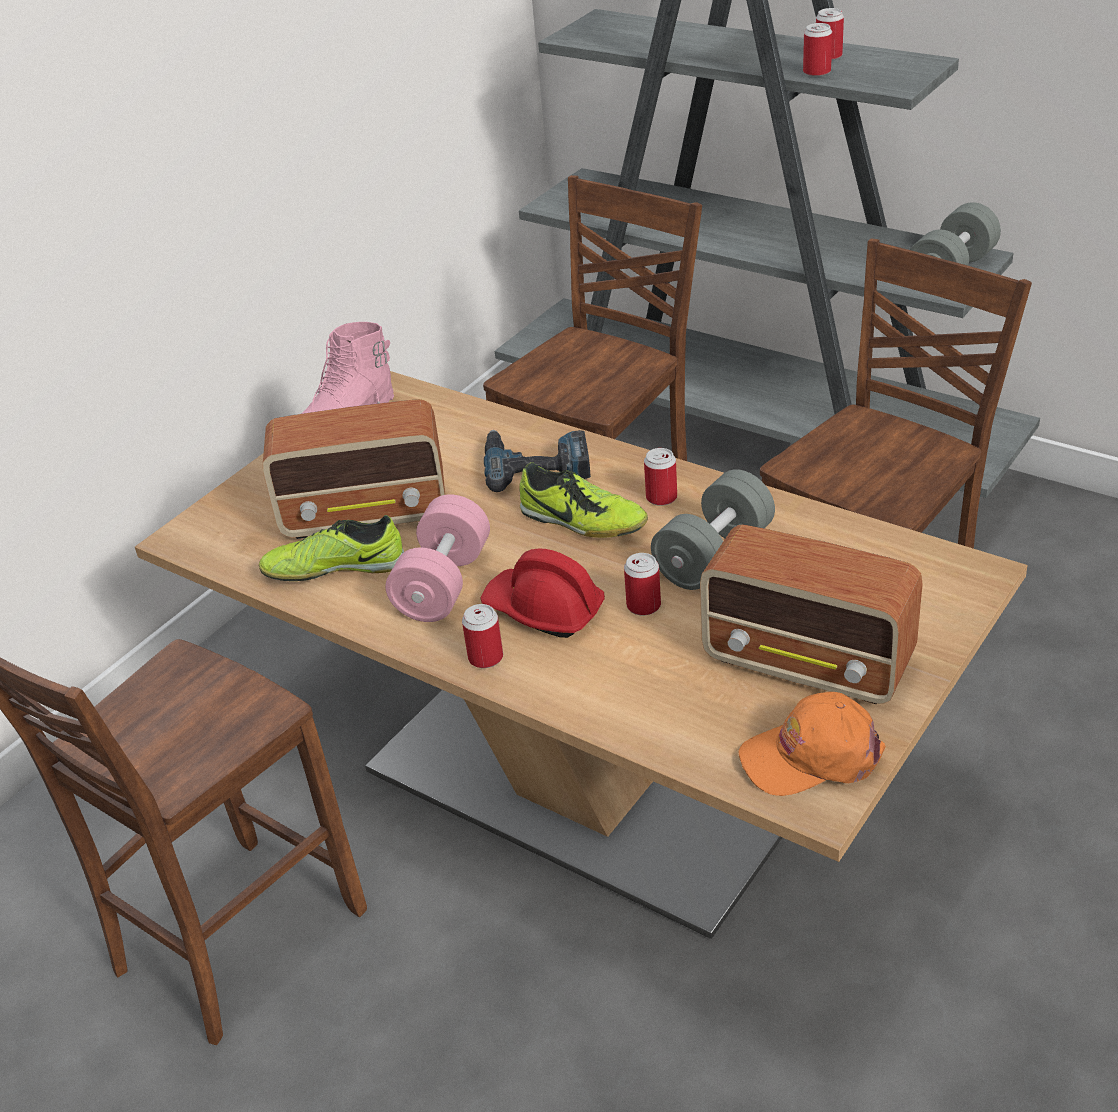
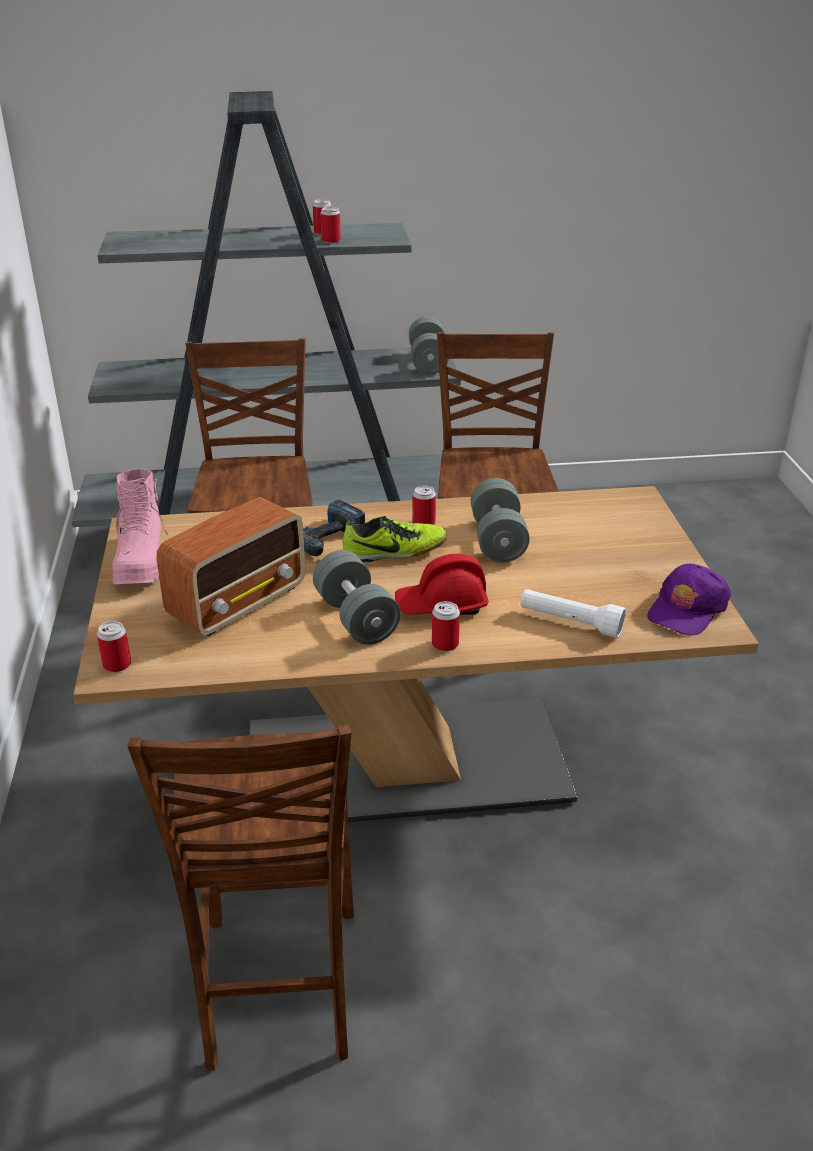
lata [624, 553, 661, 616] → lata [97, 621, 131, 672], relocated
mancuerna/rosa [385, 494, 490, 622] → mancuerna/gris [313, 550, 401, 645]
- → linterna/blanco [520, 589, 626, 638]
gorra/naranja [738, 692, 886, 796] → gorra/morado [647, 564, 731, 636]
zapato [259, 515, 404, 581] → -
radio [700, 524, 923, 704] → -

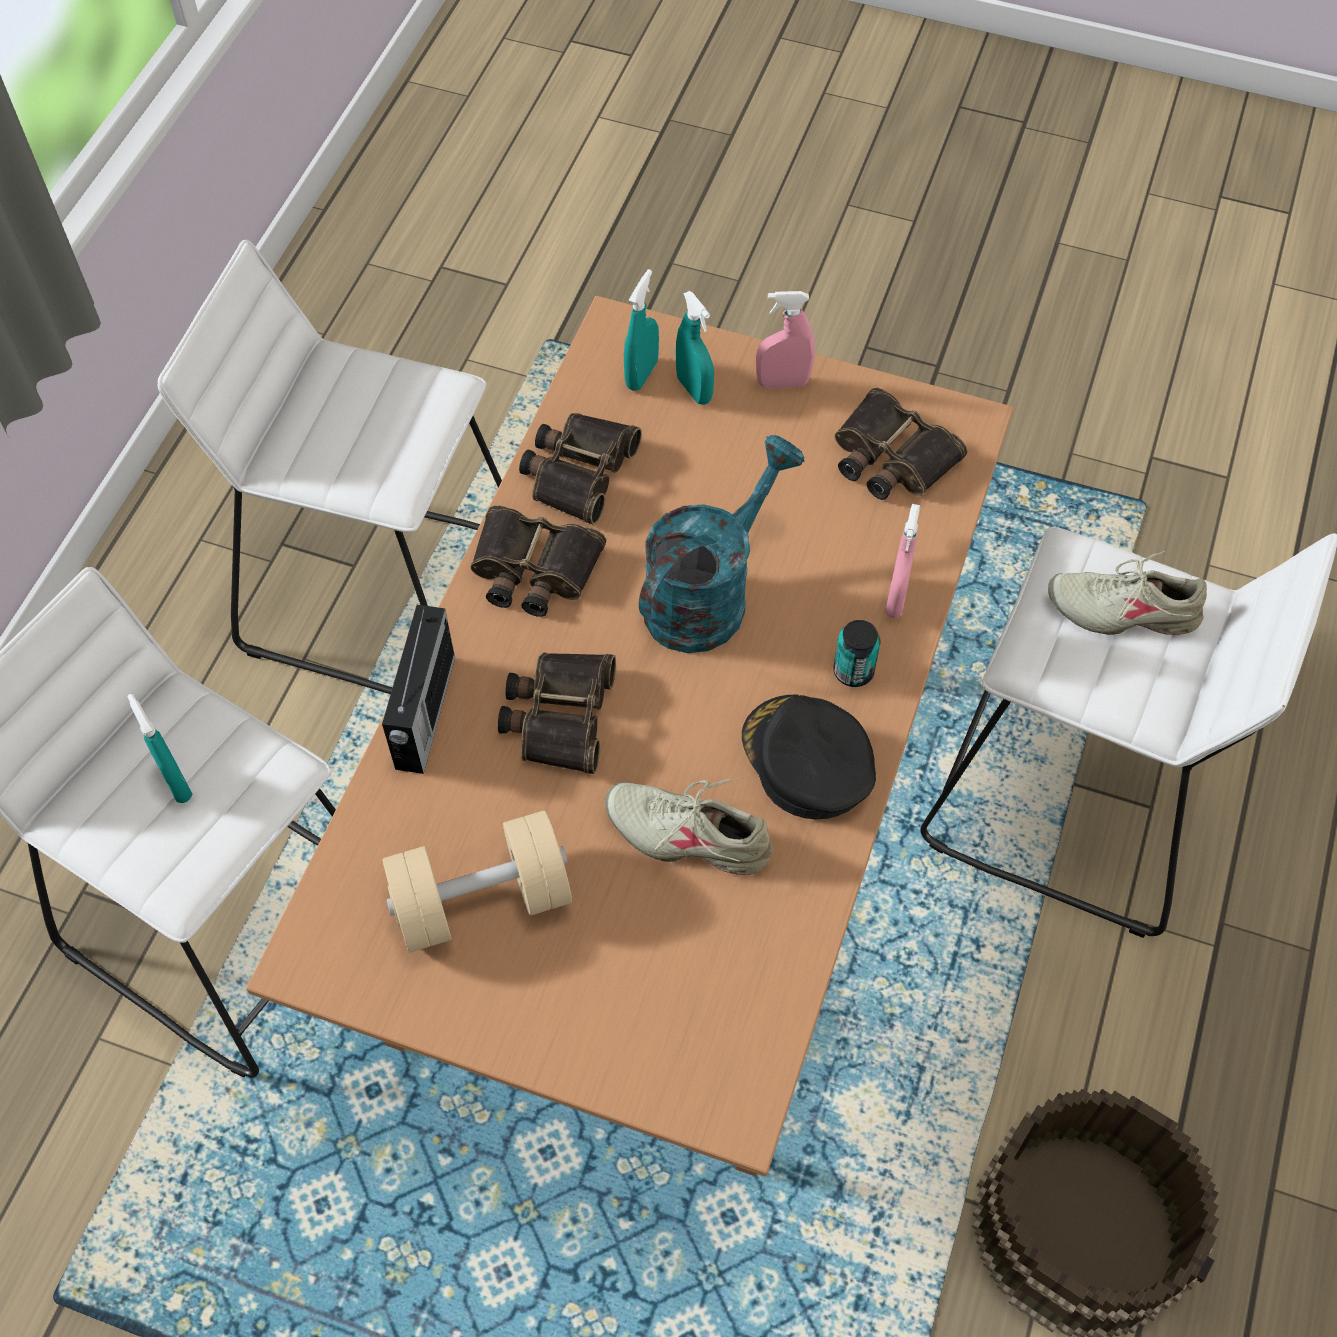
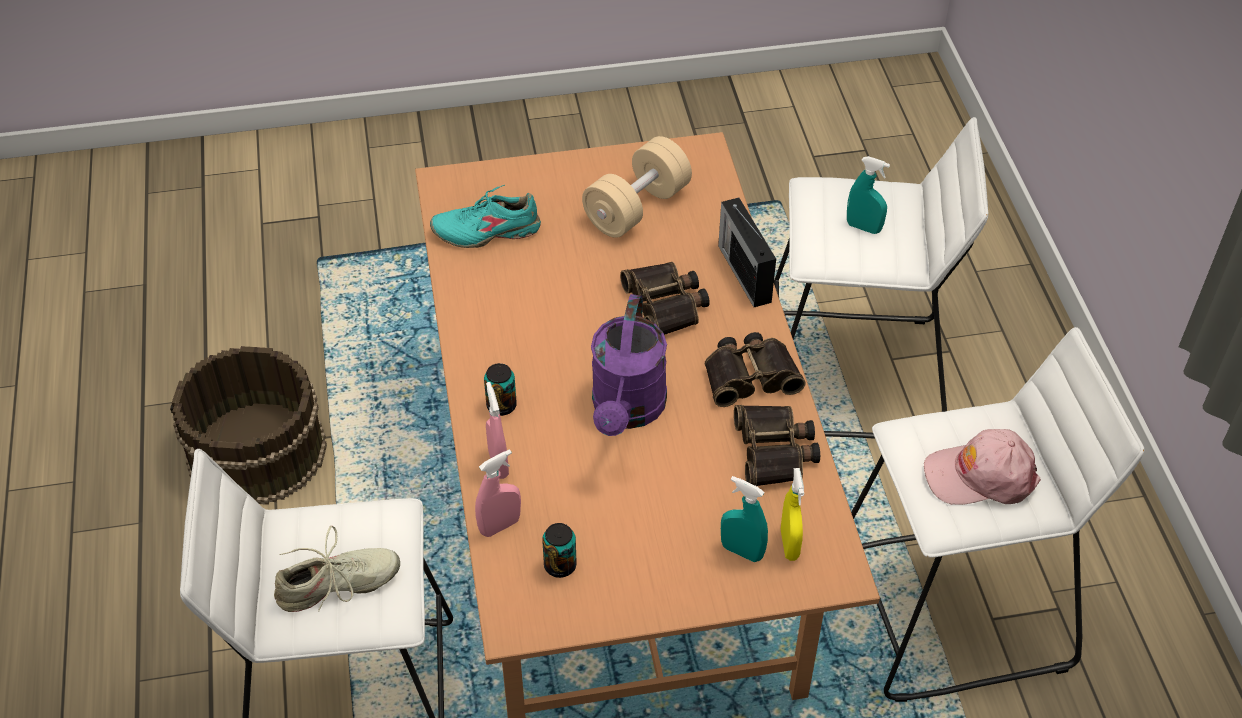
- → zapato/turquesa [430, 185, 541, 248]
pulverizador/rosa [756, 291, 815, 388] → pulverizador/rosa [475, 450, 521, 537], relocated
prismáticos [835, 387, 967, 500] → lata [542, 523, 577, 578]
regadera/turquesa [639, 435, 805, 653] → regadera/morado [591, 294, 667, 436]
pulverizador/turquesa [624, 269, 659, 391] → pulverizador/amarillo [781, 468, 804, 561]
- → gorra/rosa [924, 429, 1041, 505]
zapato/beis [605, 777, 773, 875] → -
gorra/negro [742, 695, 876, 819] → -

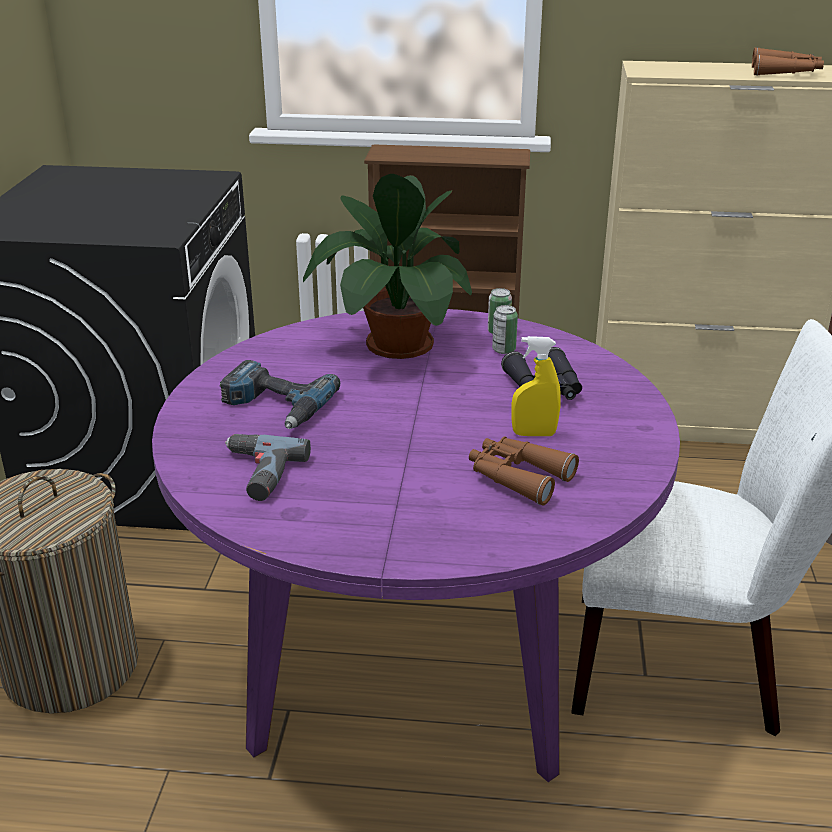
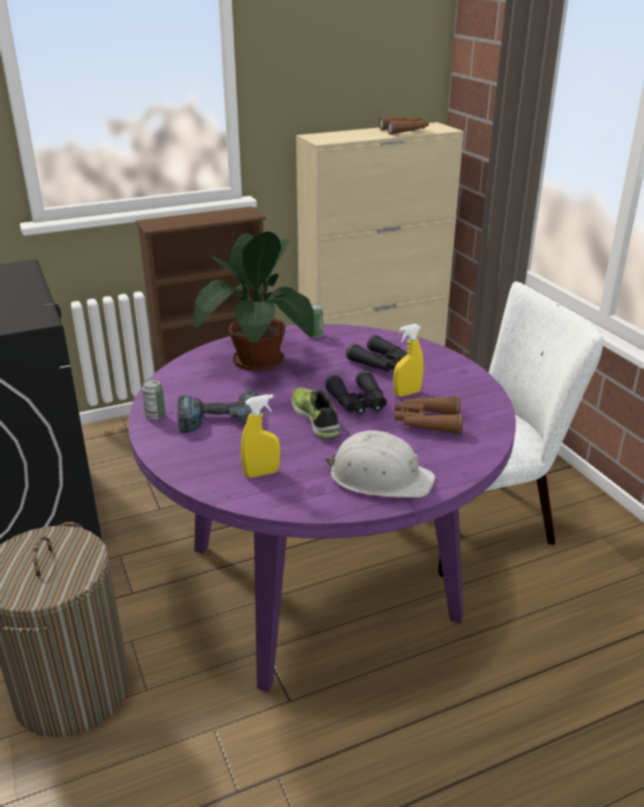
lata [492, 305, 518, 354] → lata [142, 379, 166, 420], relocated
taladro [225, 434, 311, 501] → pulverizador/amarillo [241, 394, 280, 478]
- → zapato [291, 387, 340, 439]
- → prismáticos/negro [325, 370, 387, 415]
- → casco/blanco [325, 430, 435, 498]

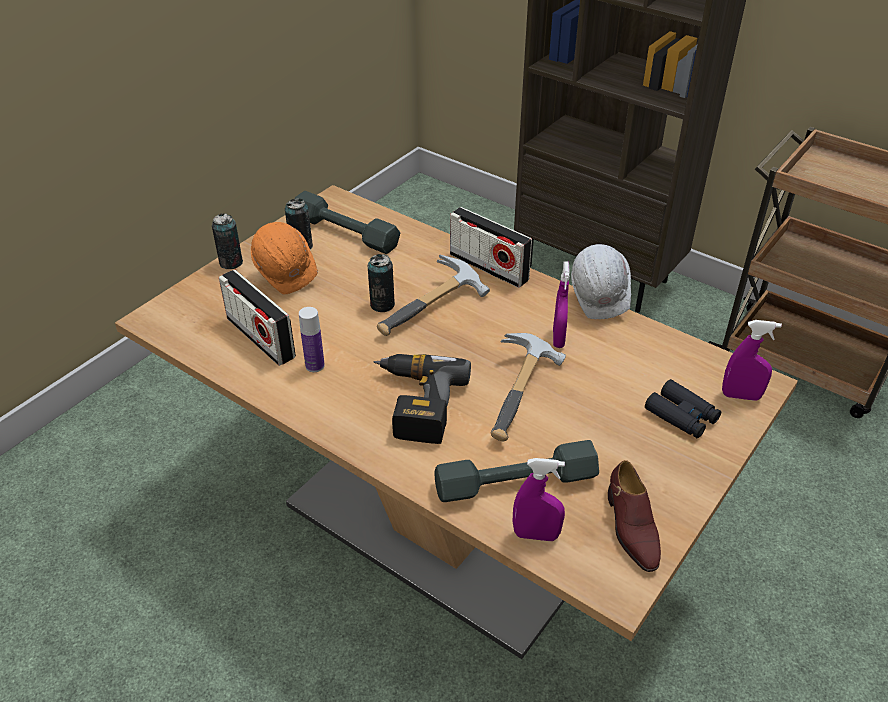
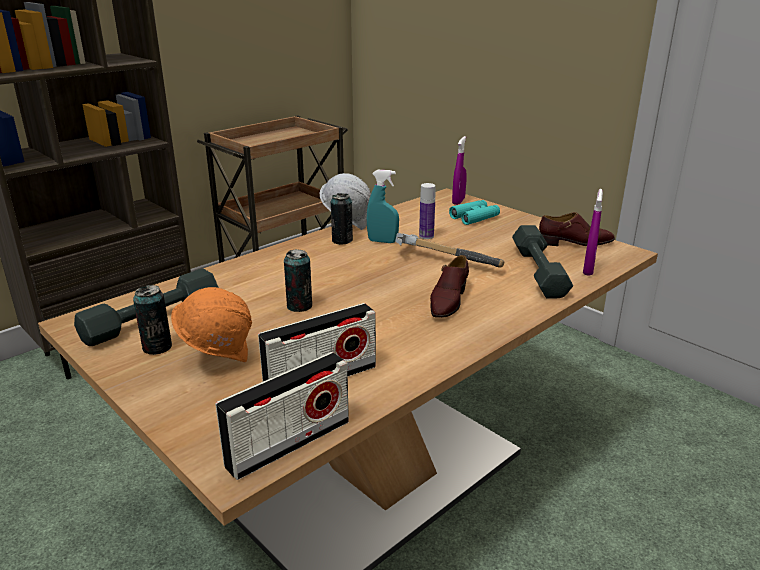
radio [450, 207, 532, 288] → radio [215, 352, 349, 480], relocated
lata [212, 213, 243, 269] → lata [331, 193, 353, 245], relocated
pulverizador/morado [553, 261, 570, 348] → pulverizador/turquesa [367, 170, 399, 243]
botella [299, 307, 325, 372] → botella [419, 183, 436, 239], relocated
taladro [374, 354, 471, 444] → zapato/marrón [430, 255, 469, 318]
prismáticos/negro [645, 379, 721, 438] → prismáticos/turquesa [449, 200, 500, 225]
martillo [377, 255, 490, 336] → -

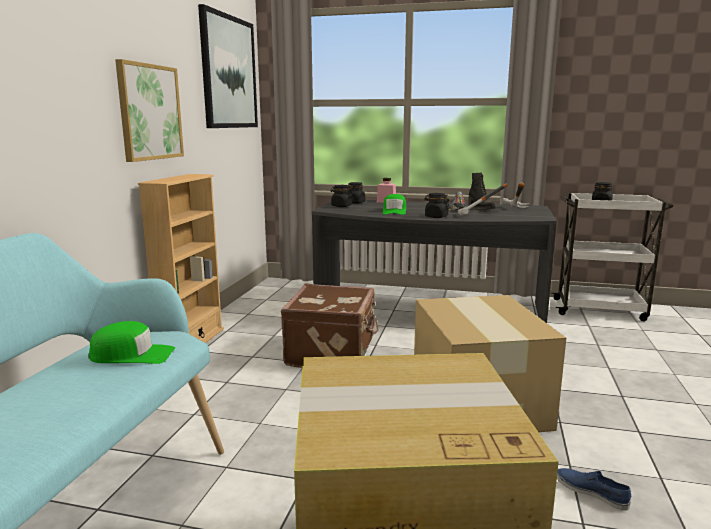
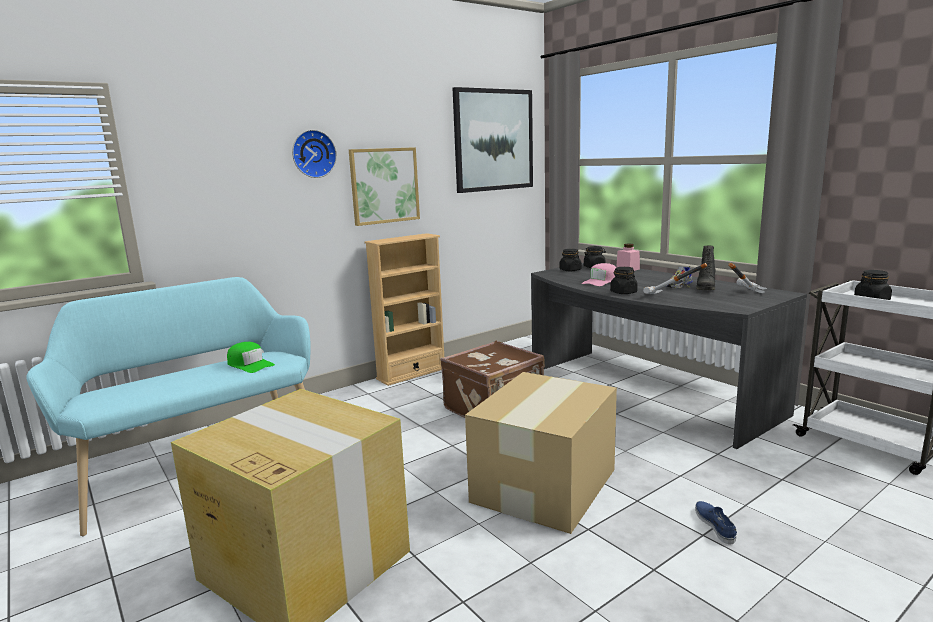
- → reloj de pared [292, 130, 337, 178]
gorra/verde [383, 194, 406, 215] → gorra/rosa [582, 263, 616, 286]
zapato/azul [557, 468, 631, 511] → zapato/azul [695, 501, 737, 544], relocated

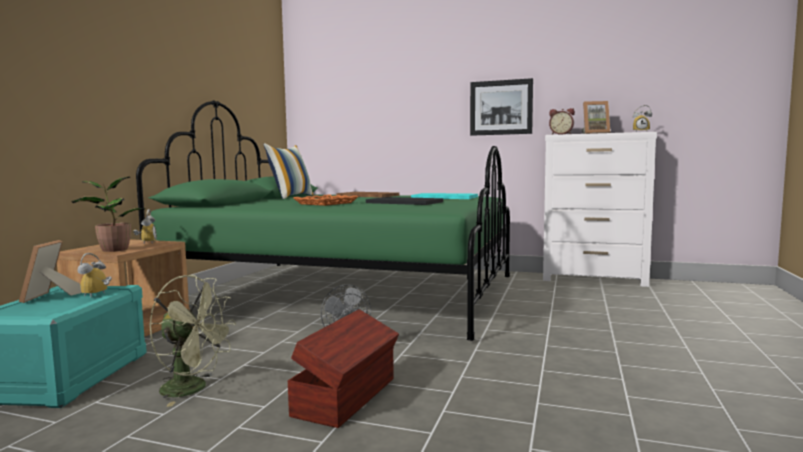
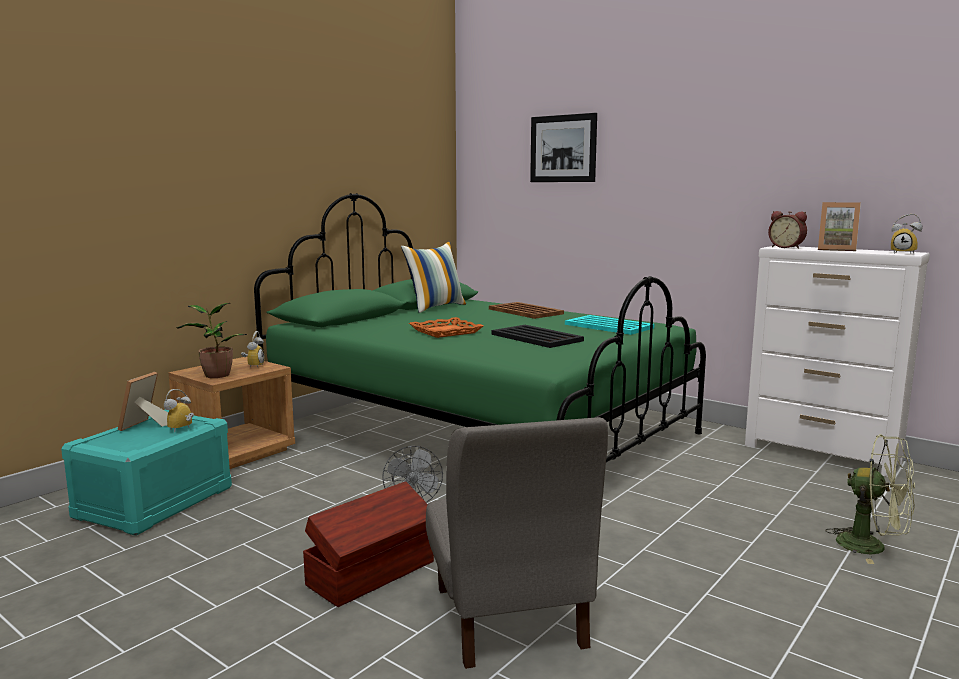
- → silla/gris [426, 417, 608, 669]
cuadro [470, 78, 533, 136] → cuadro [530, 113, 597, 182], relocated
ventilador/verde [150, 275, 236, 407] → ventilador/verde [825, 434, 915, 564], relocated

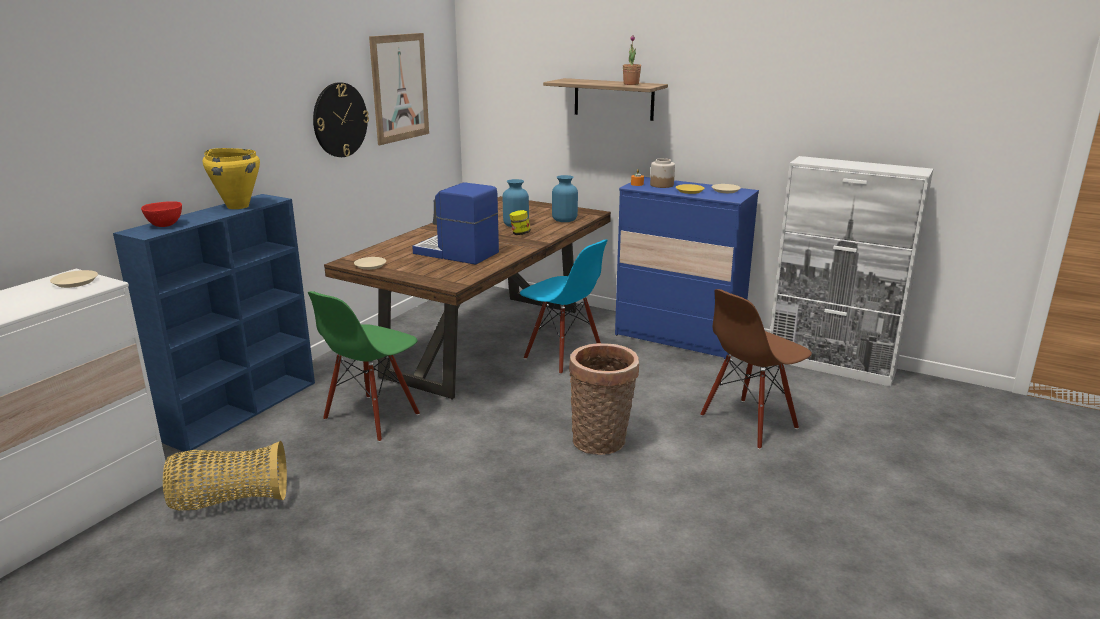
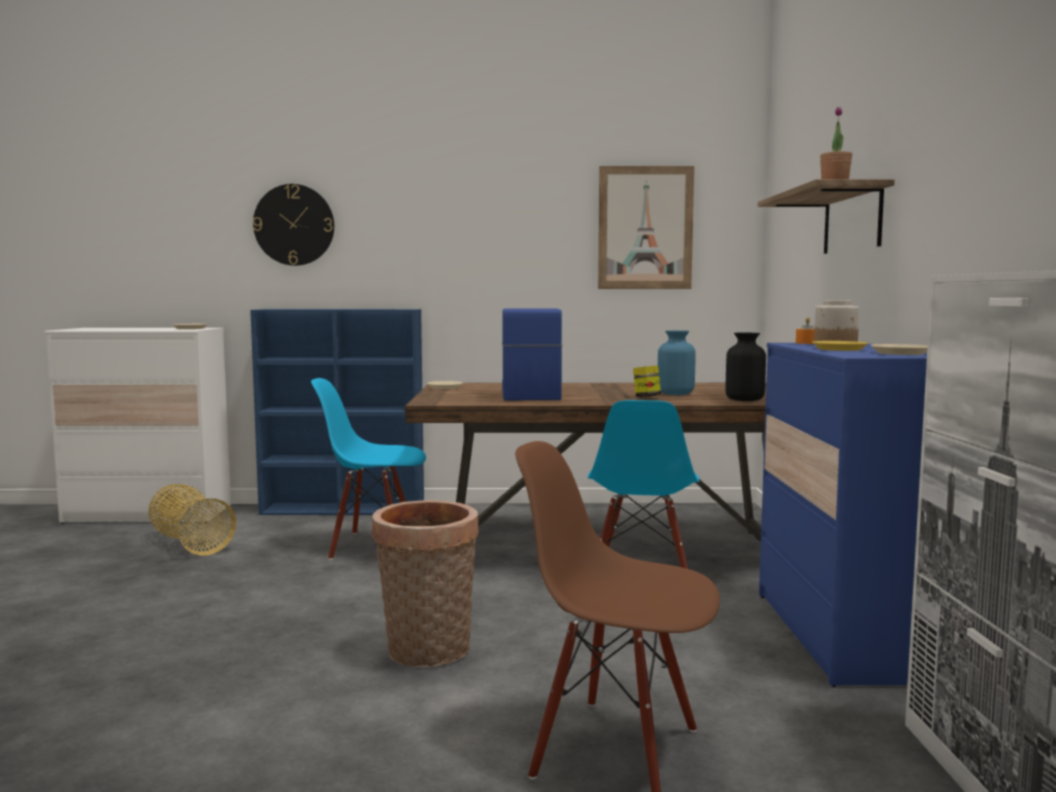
reloj de pared [313, 82, 369, 157] → reloj de pared [253, 184, 334, 266], relocated
silla/verde [308, 291, 420, 442] → silla/azul [311, 378, 426, 560]
florero/azul [552, 175, 578, 222] → florero/negro [726, 333, 766, 401]
cuenco/rojo [141, 201, 182, 227] → -
olla/amarillo [203, 148, 260, 209] → -

